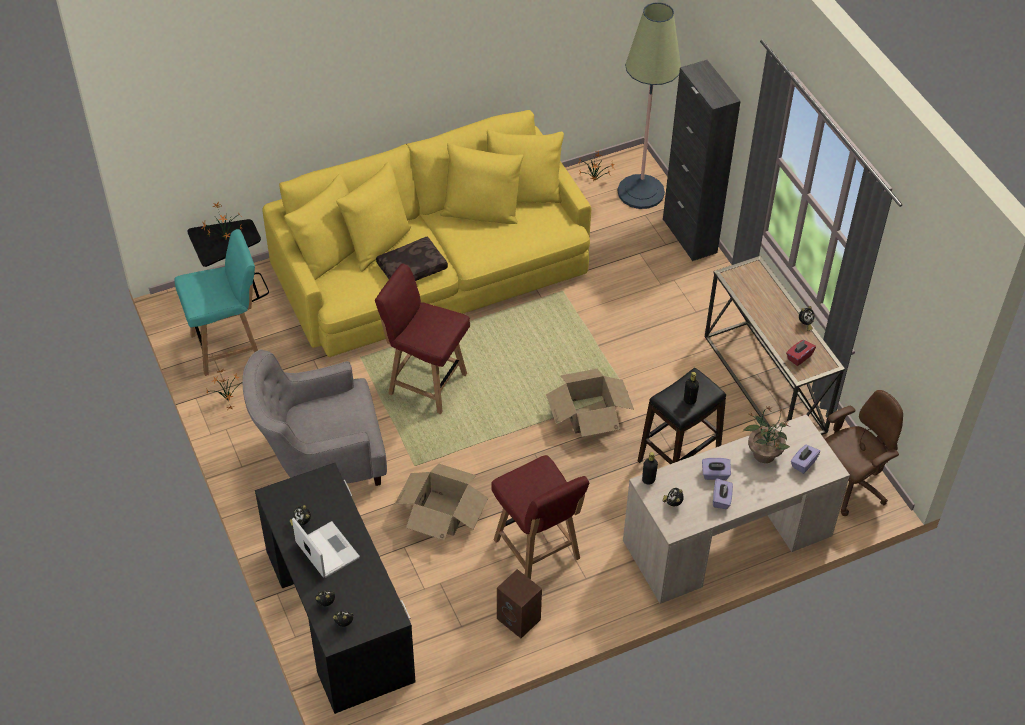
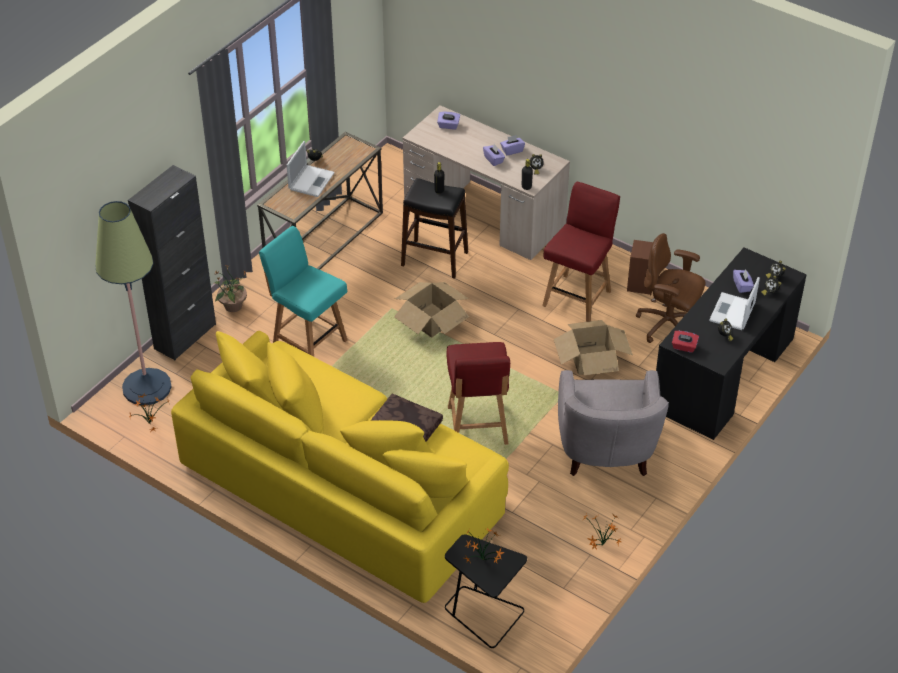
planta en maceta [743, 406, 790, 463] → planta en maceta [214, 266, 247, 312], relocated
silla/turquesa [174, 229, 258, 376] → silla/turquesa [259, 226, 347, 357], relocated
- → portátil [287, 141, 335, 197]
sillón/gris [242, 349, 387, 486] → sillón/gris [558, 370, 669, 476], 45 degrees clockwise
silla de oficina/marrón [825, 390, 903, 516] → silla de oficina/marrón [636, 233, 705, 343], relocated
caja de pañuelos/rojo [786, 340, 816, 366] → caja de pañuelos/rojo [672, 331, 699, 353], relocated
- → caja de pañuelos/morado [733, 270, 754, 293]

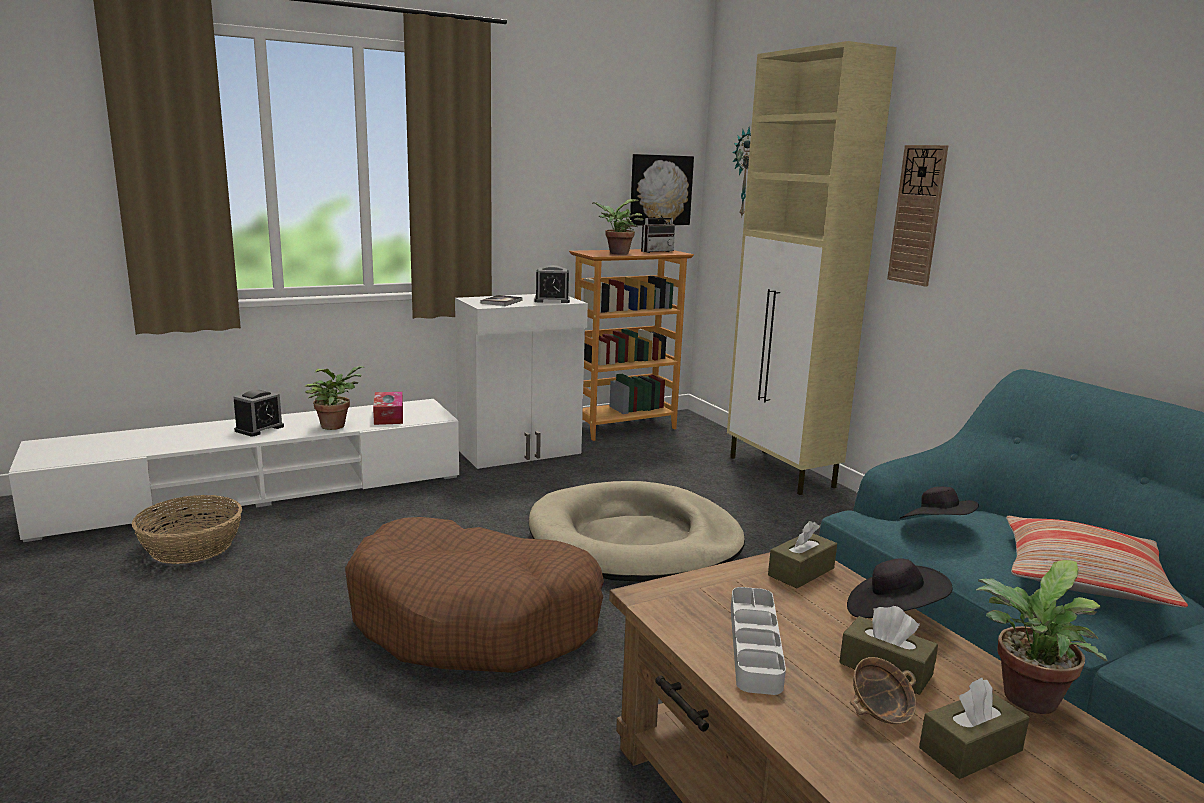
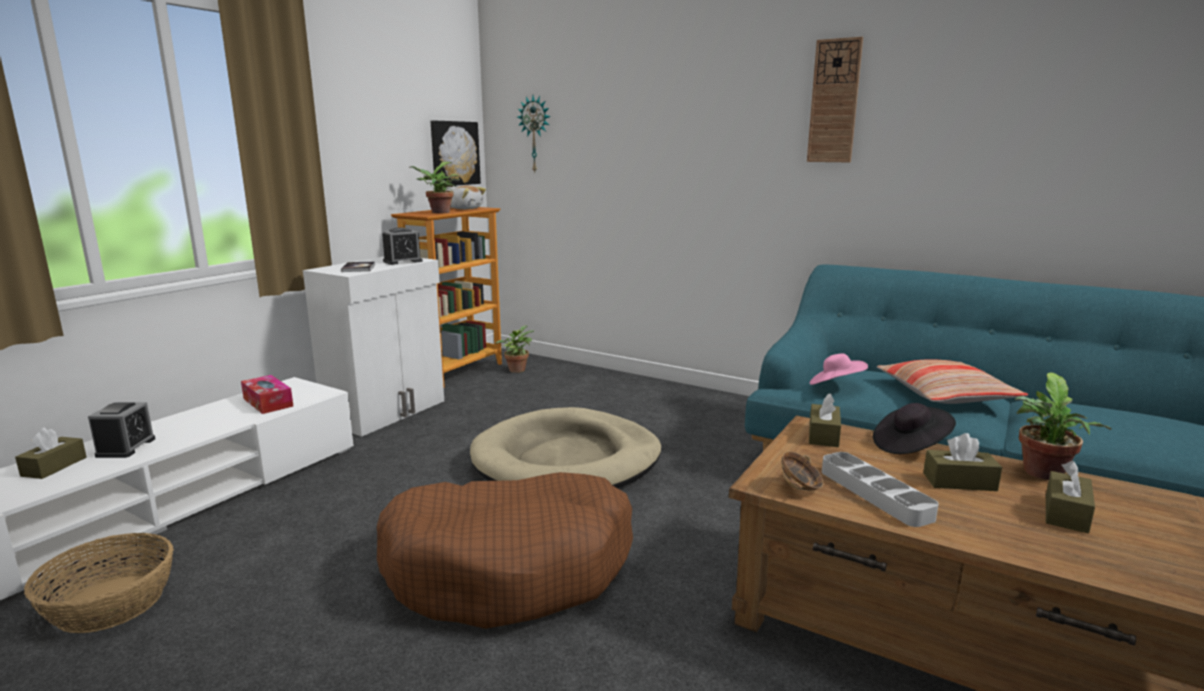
- → caja de pañuelos/marrón [15, 427, 86, 479]
radio [641, 209, 675, 253] → peluche [451, 185, 486, 209]
planta en maceta [305, 366, 365, 430] → planta en maceta [496, 325, 534, 373], relocated
cuenco [850, 657, 916, 724] → cuenco [781, 451, 824, 491], relocated
reloj de pared [887, 145, 948, 286] → reloj de pared [807, 37, 863, 162], relocated
sombrero/negro [900, 486, 979, 519] → sombrero/rosa [810, 354, 868, 385]
armario/beis [727, 41, 897, 495] → -

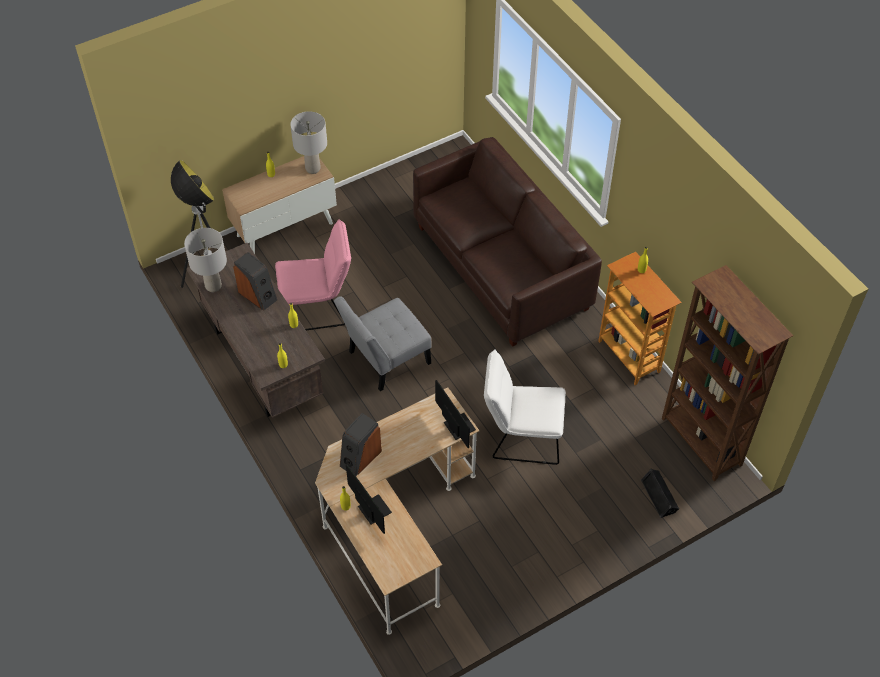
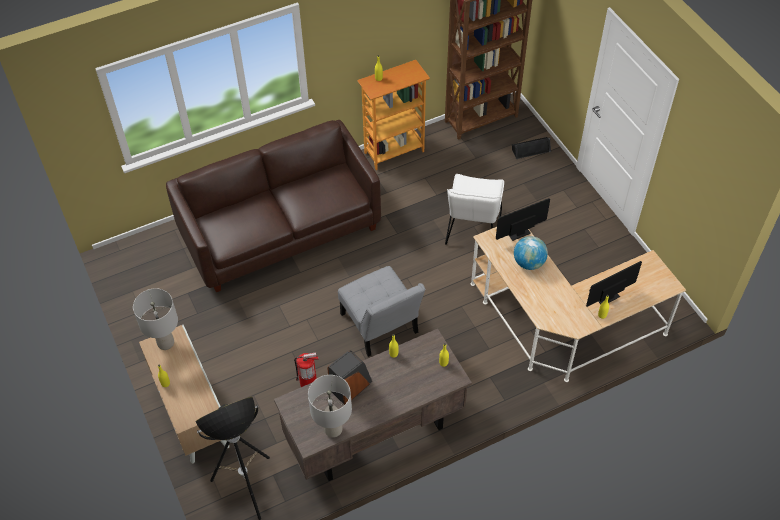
silla/rosa [275, 220, 351, 330] → extintor [294, 353, 319, 387]
- → globo terráqueo [514, 236, 548, 270]
altavoz [340, 413, 382, 476] → -

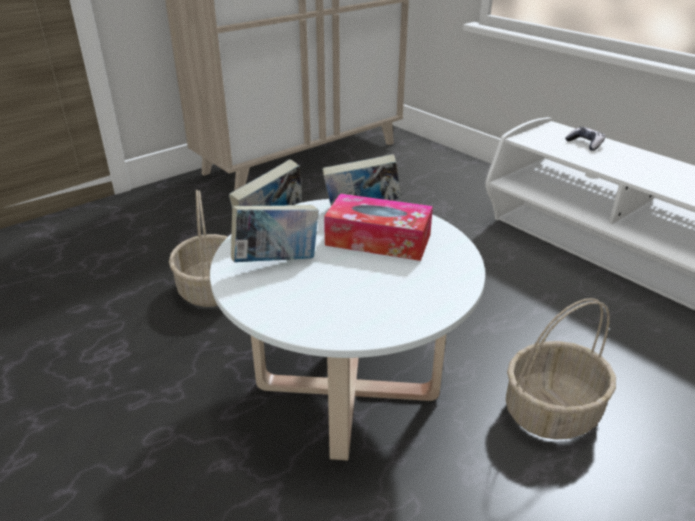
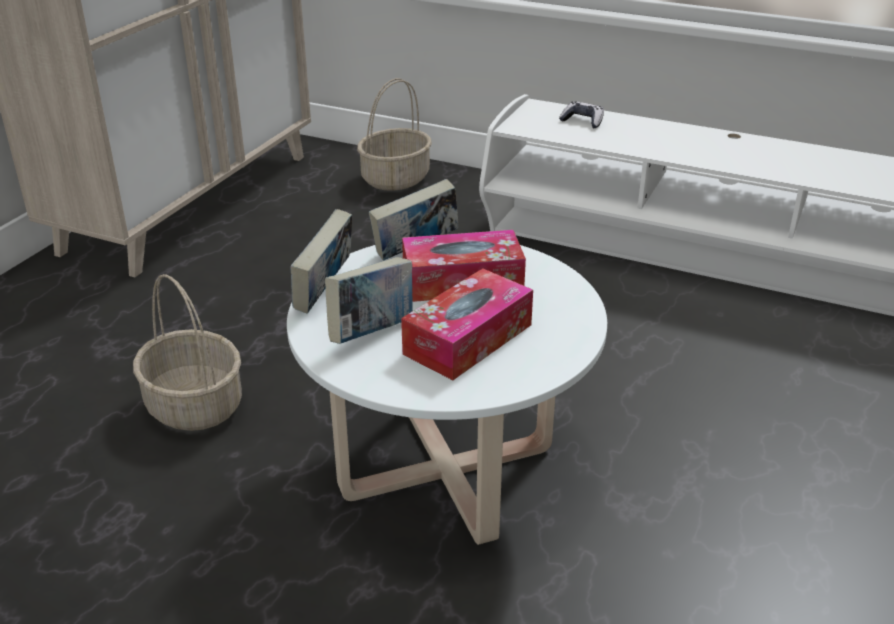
cesta [506, 298, 616, 440] → cesta [357, 78, 432, 191], relocated
- → caja de pañuelos [401, 268, 533, 380]

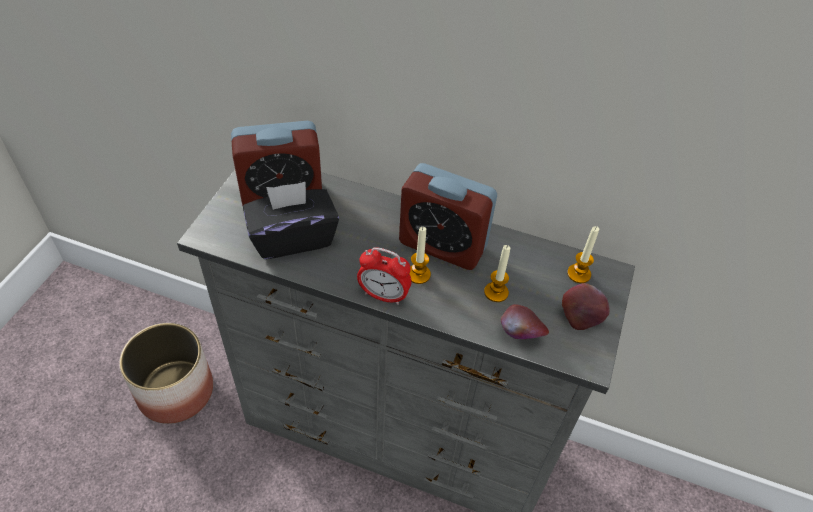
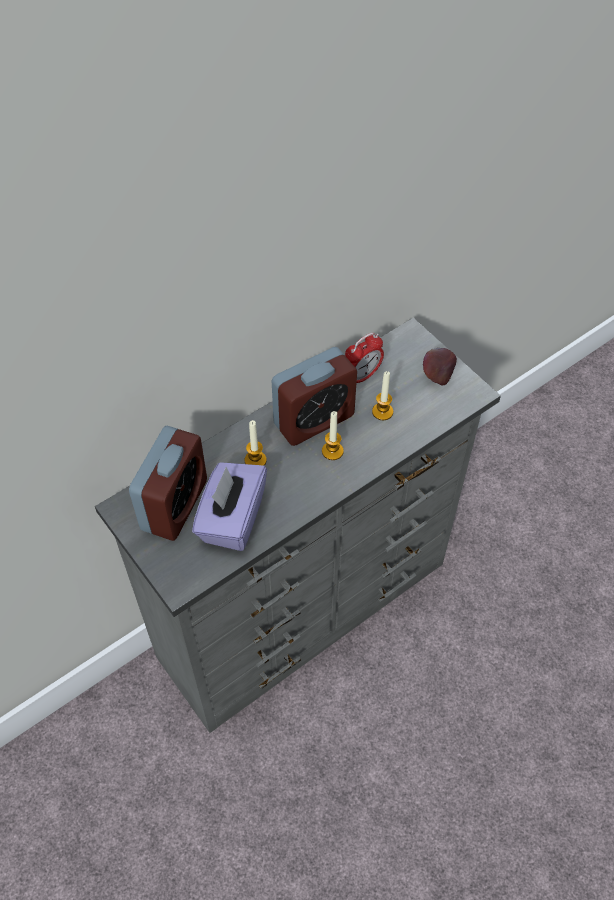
caja de pañuelos/negro [243, 182, 339, 259] → caja de pañuelos/morado [192, 462, 267, 551]
vela [567, 226, 599, 283] → vela [245, 420, 267, 466], relocated
despertador [357, 247, 411, 305] → despertador [345, 333, 384, 383], relocated
maceta [119, 323, 213, 424] → -
manzana [501, 304, 549, 339] → -

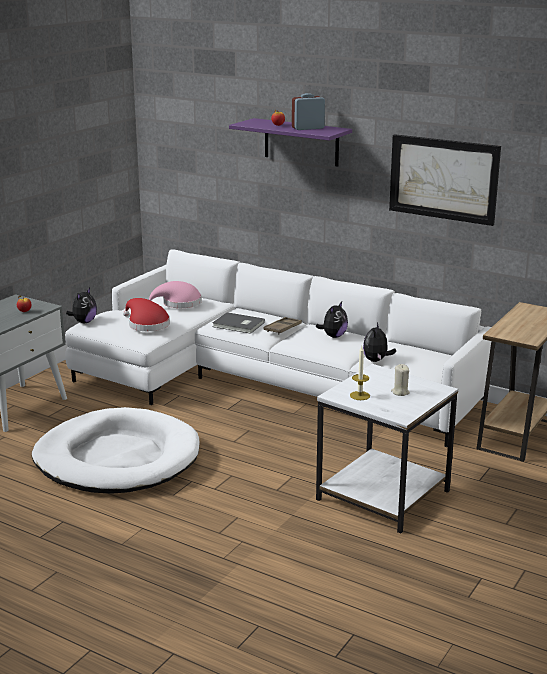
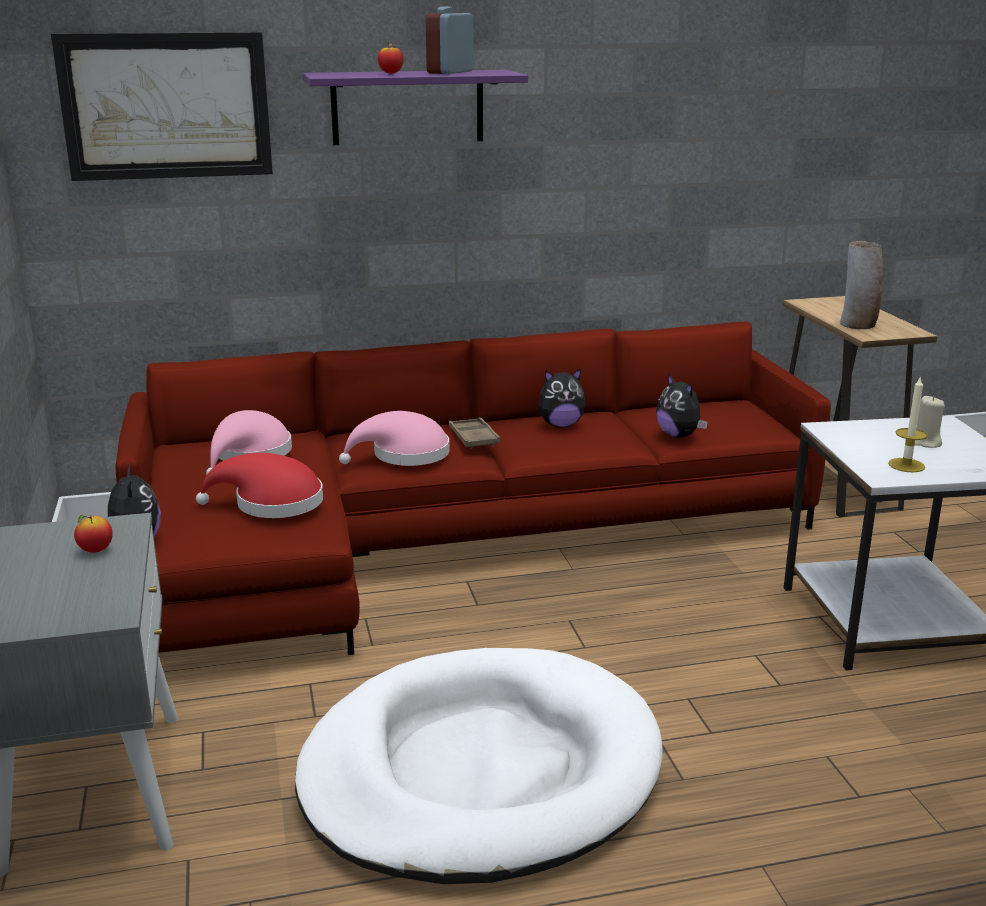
cuadro [389, 134, 501, 226] → cuadro [51, 32, 273, 181], relocated
sofá/blanco [65, 249, 491, 447] → sofá/rojo [115, 322, 831, 655]
libro/gris [212, 312, 265, 334] → sombrero/rosa [339, 411, 450, 466]
peluche [316, 302, 348, 338] → peluche [539, 368, 585, 427], 90 degrees clockwise
- → florero [840, 241, 883, 329]

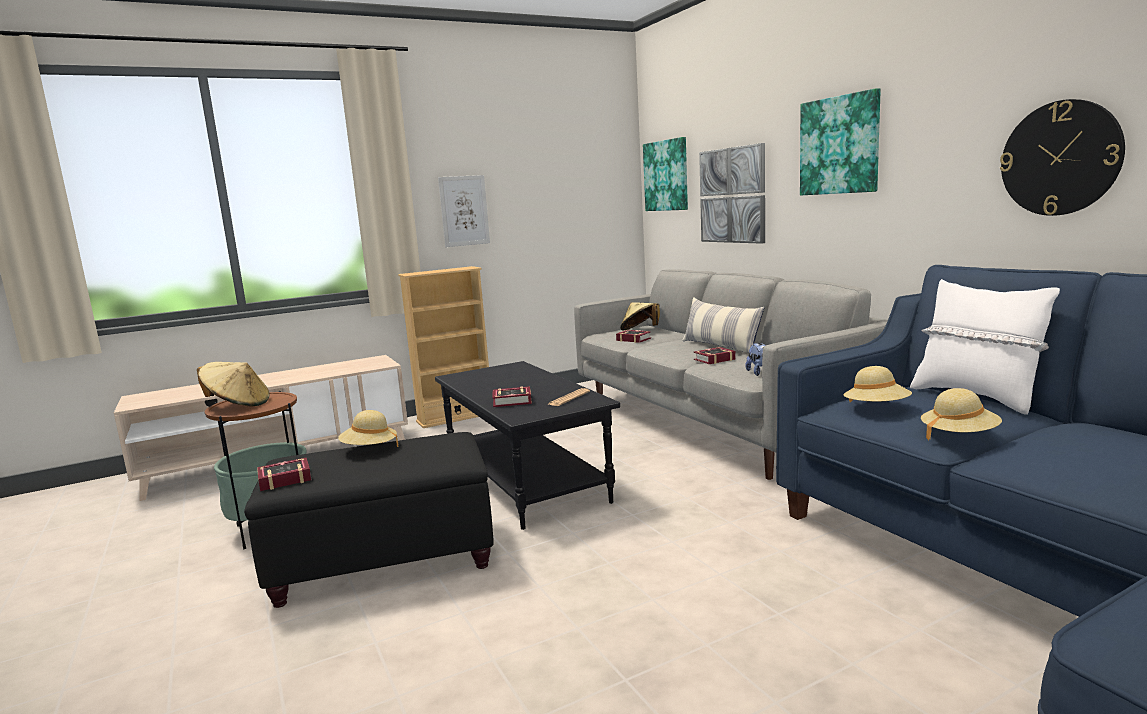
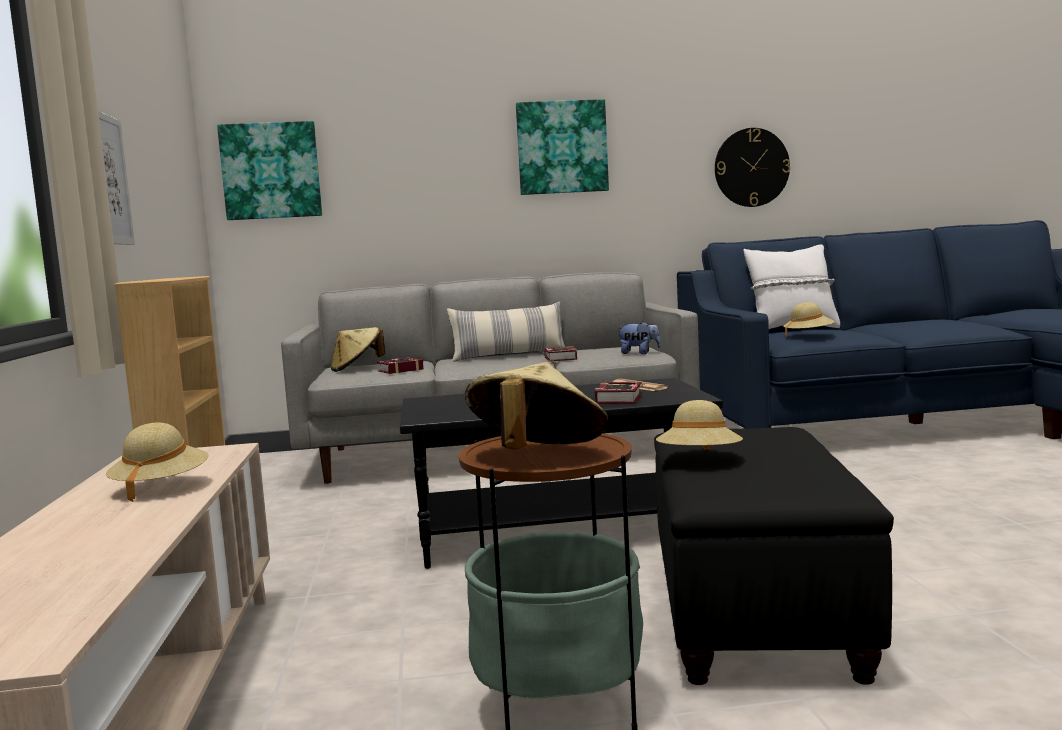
sombrero/beis [921, 388, 1002, 440] → sombrero/beis [106, 423, 209, 502], relocated
libro [257, 458, 312, 491] → -
cuadro [699, 143, 765, 244] → -

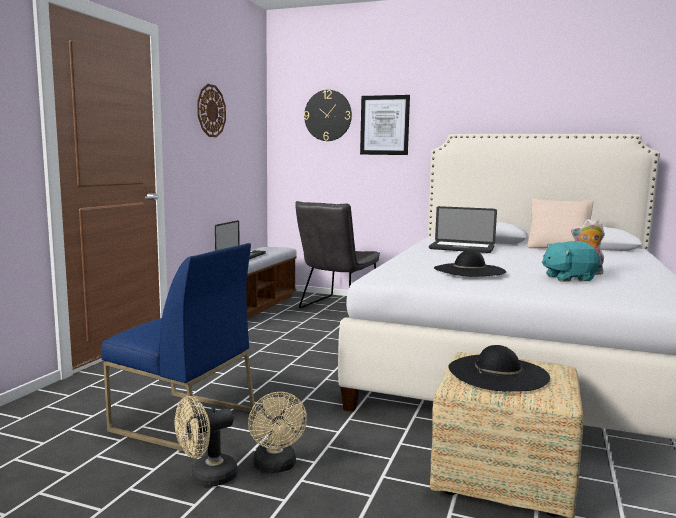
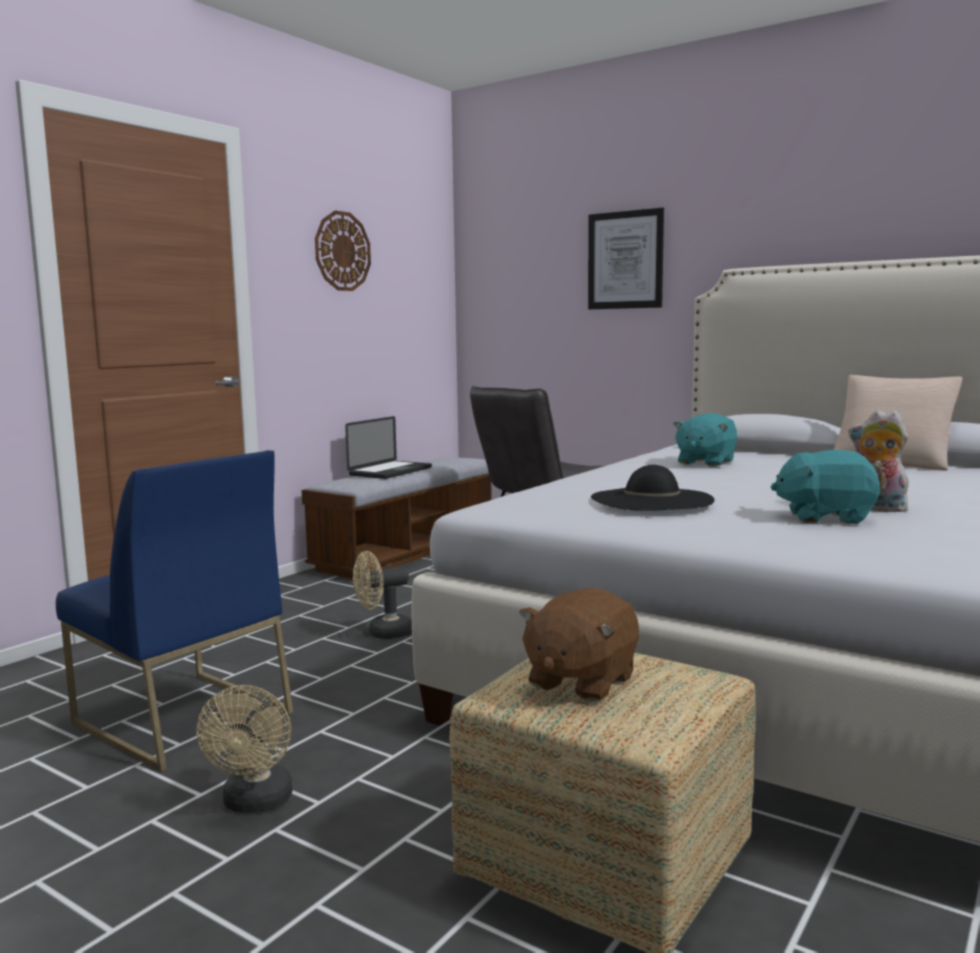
ventilador/beis [174, 396, 238, 486] → ventilador/beis [353, 551, 412, 639], relocated
sombrero/negro [448, 345, 550, 392] → peluche/marrón [519, 588, 639, 702]
portátil [429, 206, 497, 253] → peluche/turquesa [673, 413, 737, 467]
reloj de pared [304, 90, 352, 141] → -

